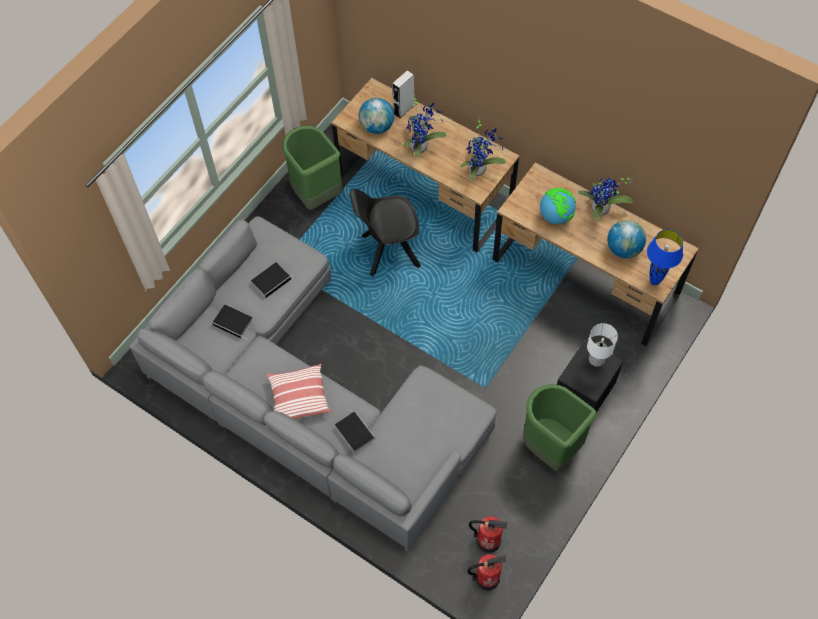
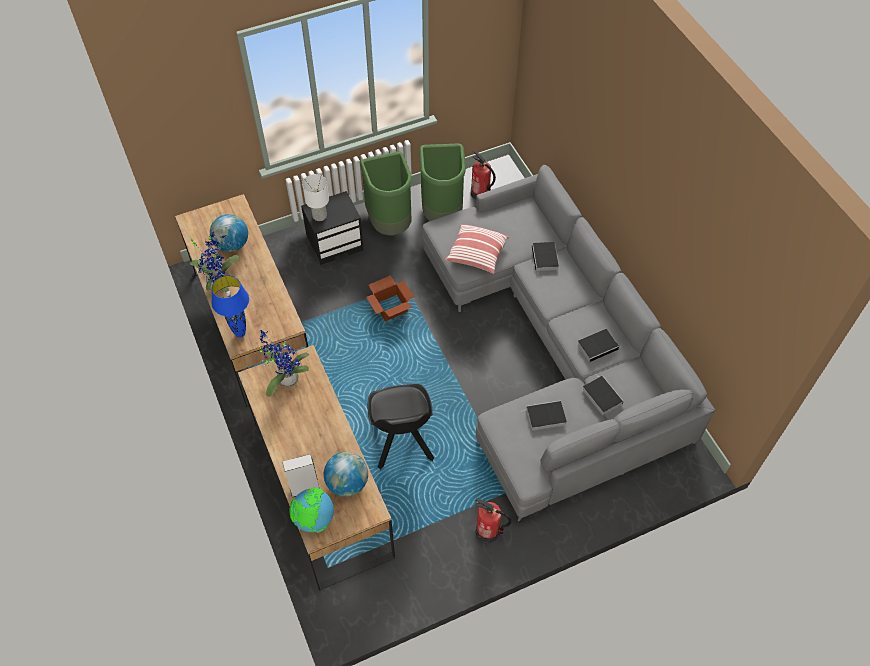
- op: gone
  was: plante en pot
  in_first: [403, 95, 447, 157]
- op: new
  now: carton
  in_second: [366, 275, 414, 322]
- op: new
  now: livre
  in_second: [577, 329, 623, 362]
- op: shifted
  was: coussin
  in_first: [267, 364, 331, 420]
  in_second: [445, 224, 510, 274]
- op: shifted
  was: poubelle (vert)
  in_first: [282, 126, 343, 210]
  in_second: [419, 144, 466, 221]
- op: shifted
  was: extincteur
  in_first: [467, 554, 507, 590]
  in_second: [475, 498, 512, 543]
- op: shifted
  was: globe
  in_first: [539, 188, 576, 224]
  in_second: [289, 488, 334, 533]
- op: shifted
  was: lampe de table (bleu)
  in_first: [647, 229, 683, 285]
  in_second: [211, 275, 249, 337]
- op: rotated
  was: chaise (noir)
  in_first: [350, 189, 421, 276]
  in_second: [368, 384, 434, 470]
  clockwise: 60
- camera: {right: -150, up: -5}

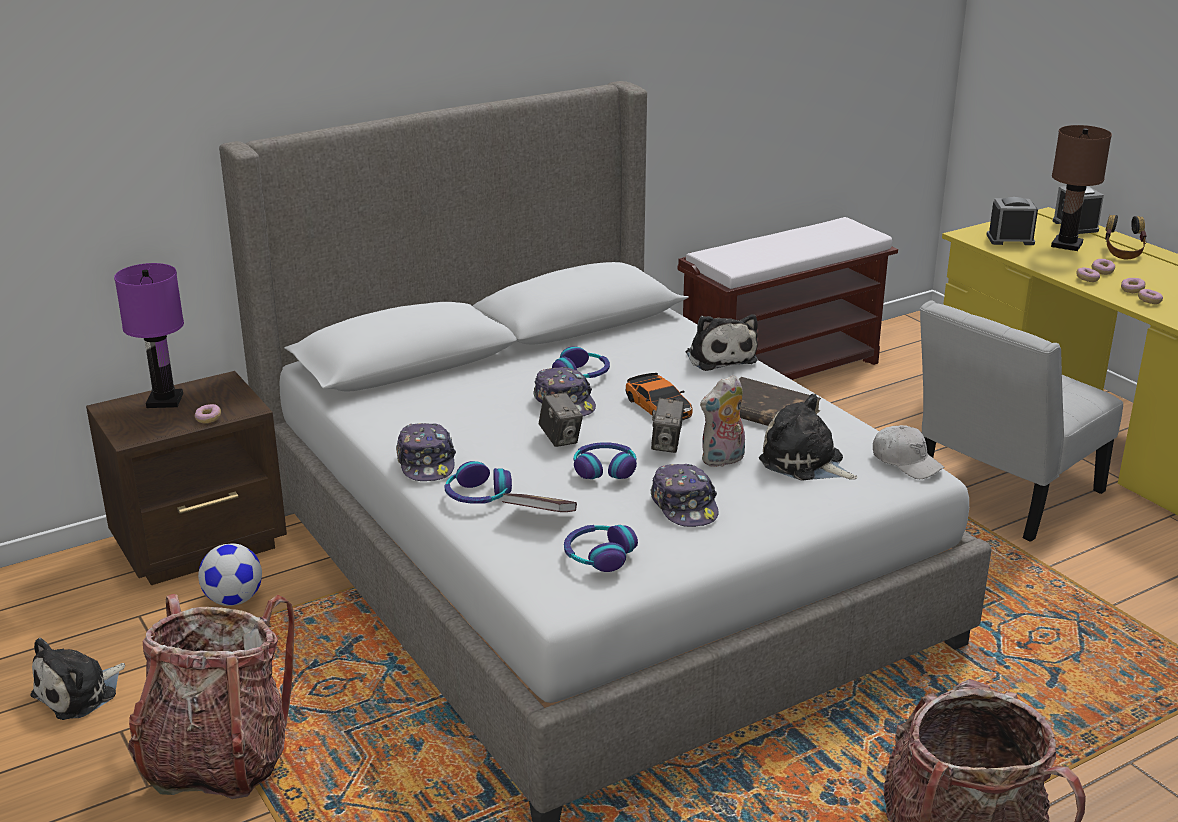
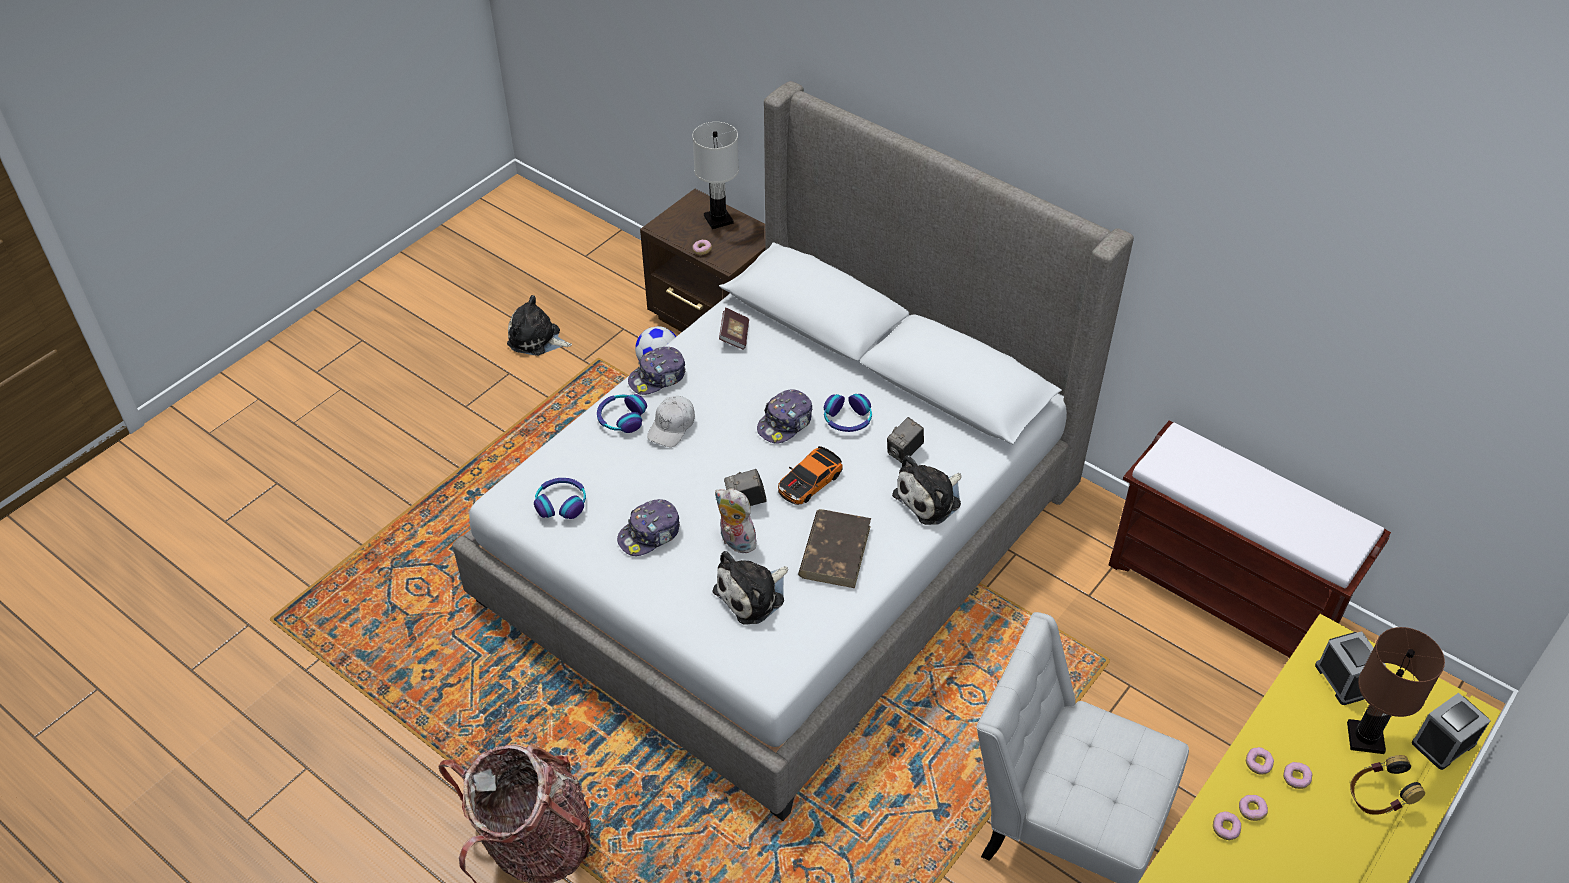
- op: gone
  was: sac à dos
  in_first: [128, 594, 294, 799]
- op: gone
  was: casque audio
  in_first: [573, 442, 637, 479]
- op: shifted
  was: livre
  in_first: [502, 493, 577, 512]
  in_second: [719, 307, 749, 350]
- op: shifted
  was: appareil photo
  in_first: [539, 393, 583, 447]
  in_second: [887, 417, 924, 463]
- op: shifted
  was: casquette (blanc)
  in_first: [873, 425, 944, 479]
  in_second: [647, 396, 695, 447]
- op: repainted
  was: lampe de table (violet)
  now: lampe de table (blanc)
  in_first: [114, 263, 184, 408]
  in_second: [692, 122, 739, 229]
- op: rotated
  was: peluche
  in_first: [759, 394, 858, 481]
  in_second: [713, 551, 788, 624]
  clockwise: -150
- camera: {right: 70, up: 20}

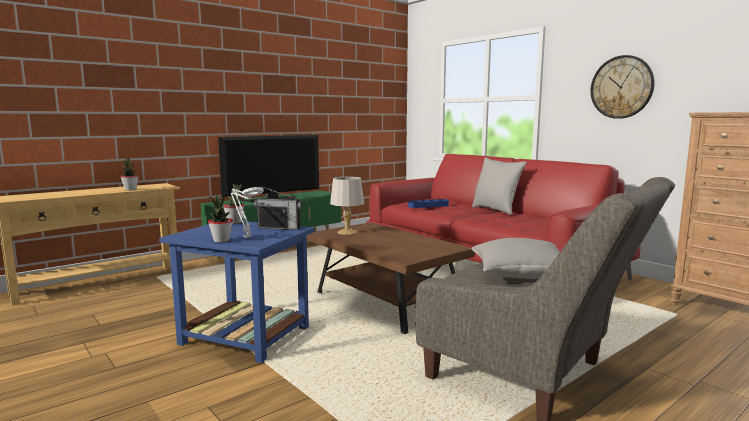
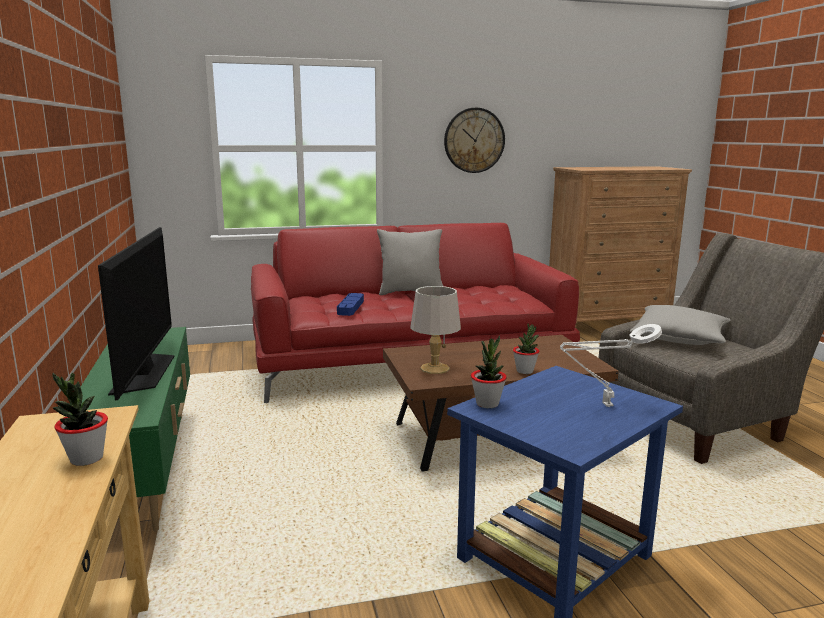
- op: gone
  was: radio
  in_first: [254, 187, 302, 230]
- op: shifted
  was: plante en pot
  in_first: [208, 195, 233, 243]
  in_second: [513, 323, 539, 374]
- camera: {right: -65, up: 5}

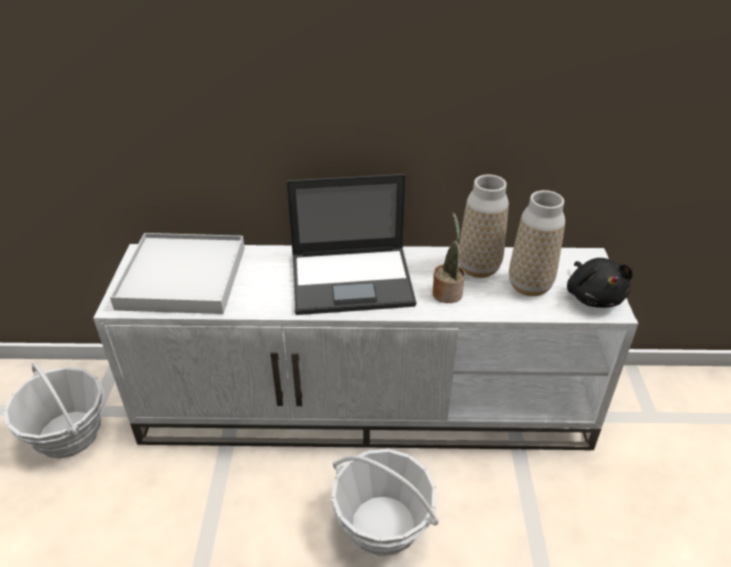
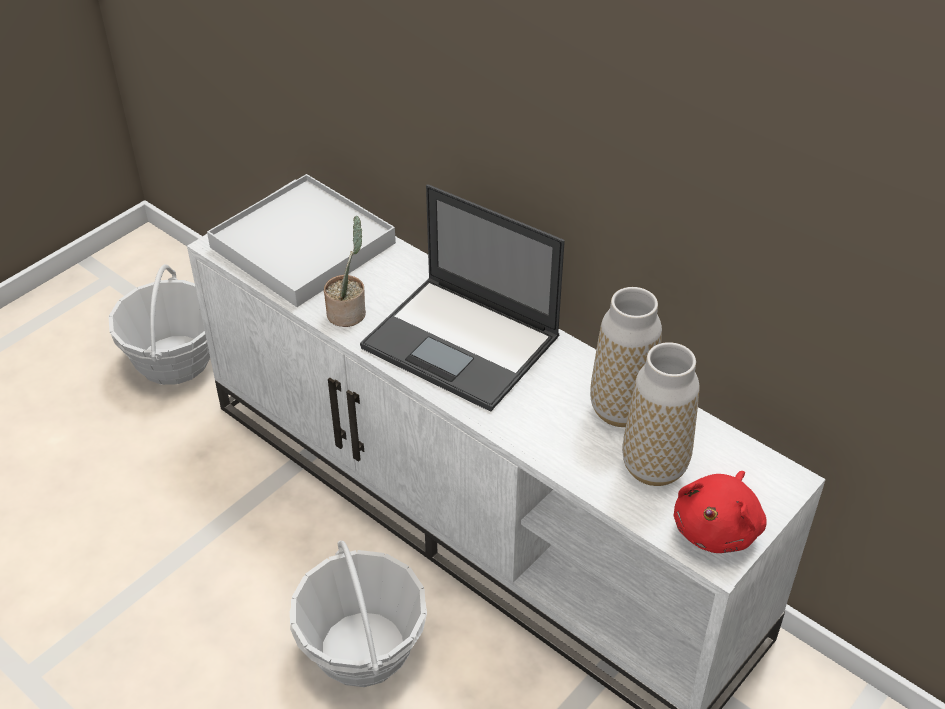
- op: shifted
  was: plante en pot
  in_first: [432, 212, 465, 303]
  in_second: [324, 216, 366, 327]
- op: repainted
  was: peluche (noir)
  now: peluche (rouge)
  in_first: [567, 258, 633, 308]
  in_second: [673, 471, 767, 553]
- camera: {right: 40, up: 5}

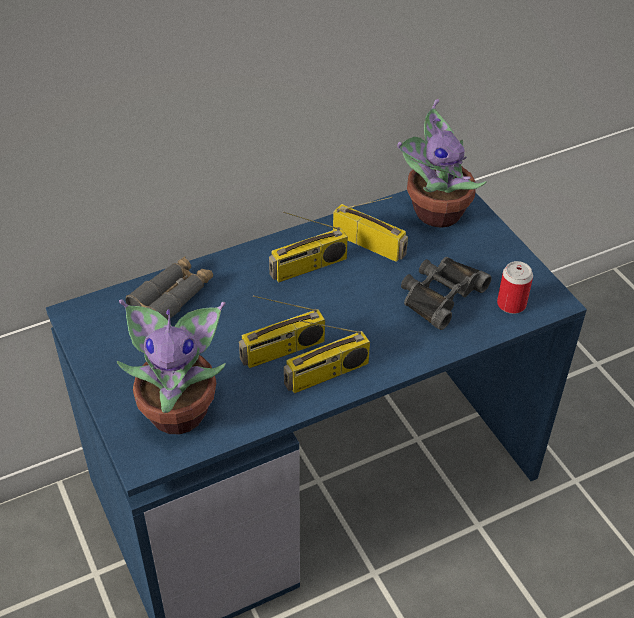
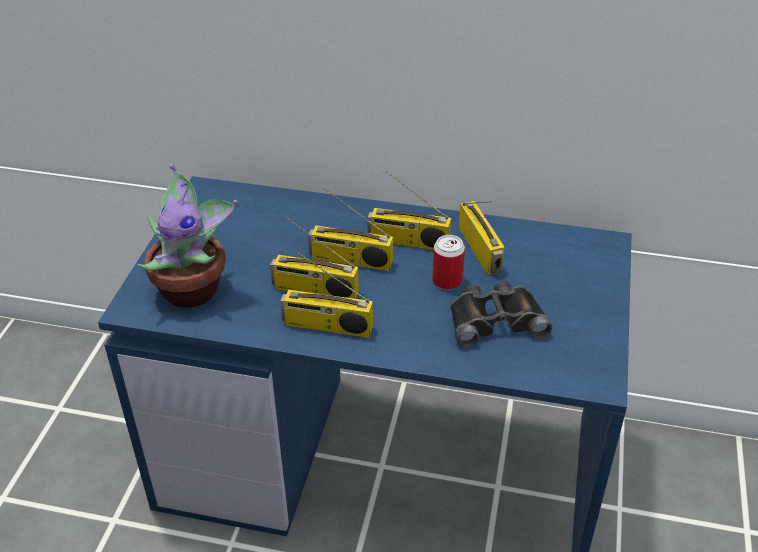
- op: gone
  was: jumelles (gris)
  in_first: [125, 256, 213, 320]
- op: gone
  was: plante en pot
  in_first: [397, 99, 487, 228]
- op: new
  now: radio
  in_second: [308, 188, 393, 271]
- op: shifted
  was: boîte métallique
  in_first: [497, 261, 533, 314]
  in_second: [432, 235, 465, 290]
- camera: {right: 40, up: -5}

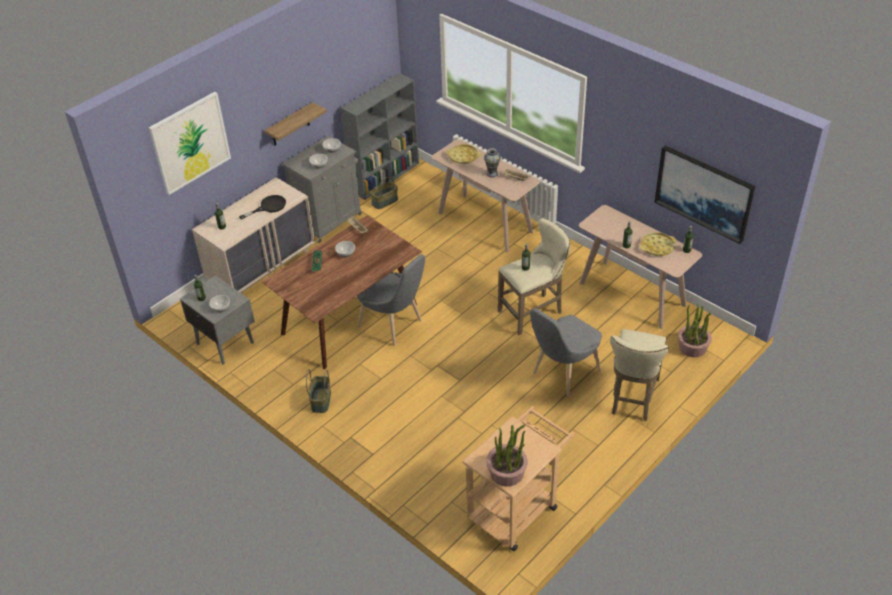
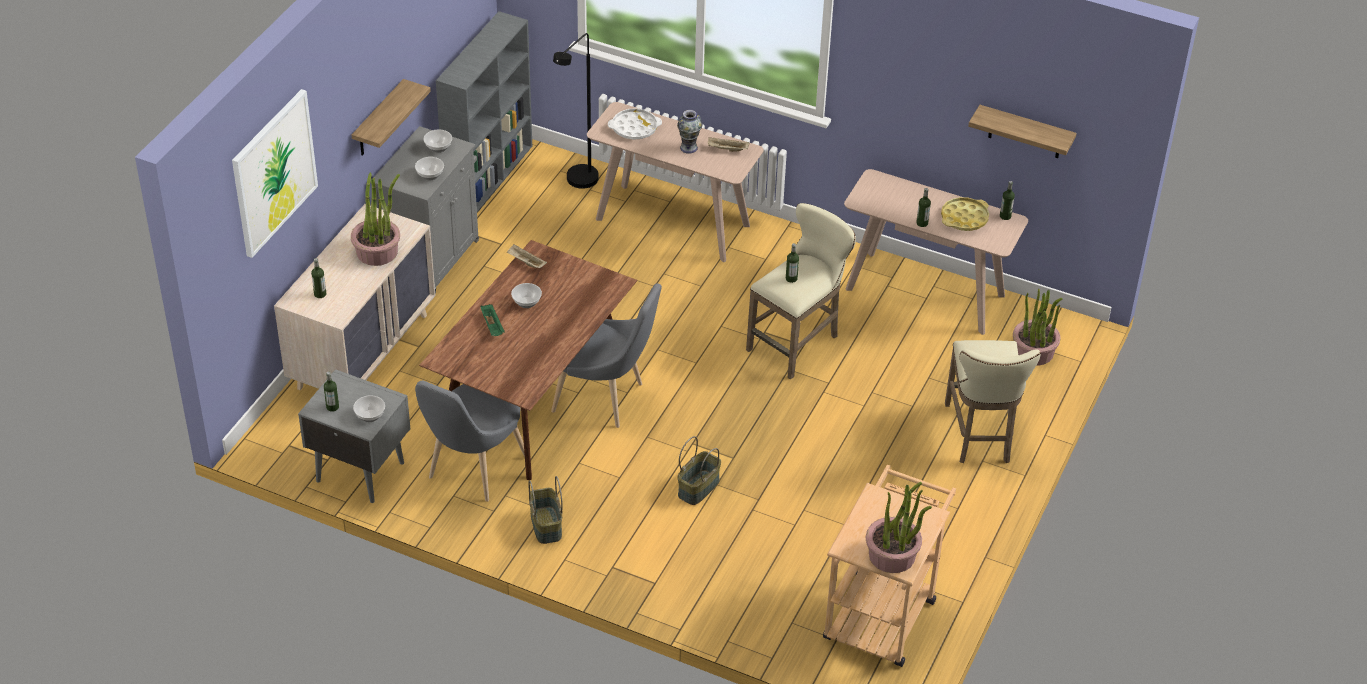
- op: new
  now: lampadaire (noir)
  in_second: [553, 33, 599, 189]
- op: shifted
  was: panier
  in_first: [370, 170, 398, 209]
  in_second: [677, 436, 721, 505]
- op: shifted
  was: chaise (gris)
  in_first: [530, 308, 602, 397]
  in_second: [415, 381, 525, 502]
- op: swapped
  was: poêle (noir)
  now: plante en pot
  in_first: [239, 195, 286, 220]
  in_second: [351, 172, 400, 266]
- op: swapped
  was: tableau
  now: étagère
  in_first: [655, 145, 755, 244]
  in_second: [968, 105, 1077, 158]
- op: repainted
  was: plateau (jaune)
  now: plateau (blanc)
  in_first: [446, 144, 481, 164]
  in_second: [608, 108, 662, 140]
- camera: {right: -20, up: 0}

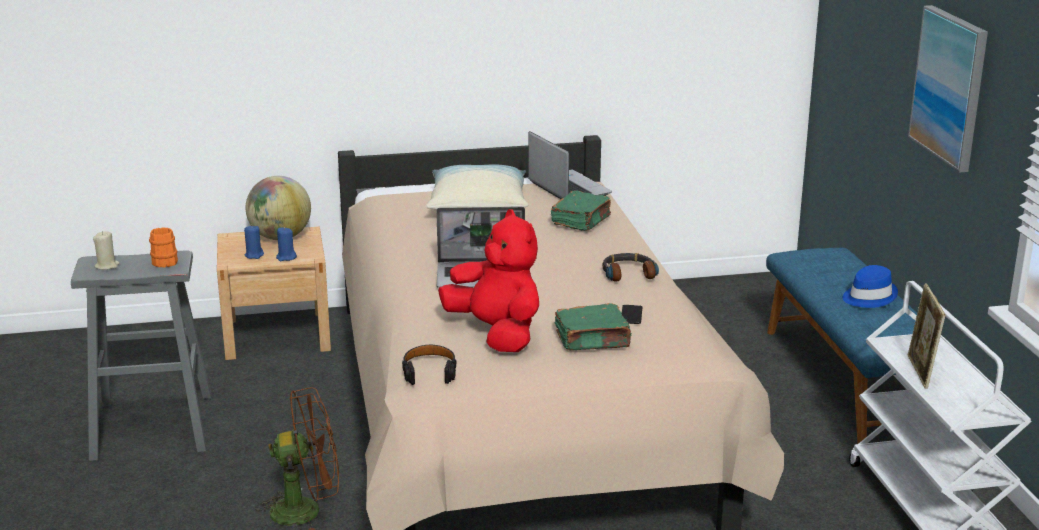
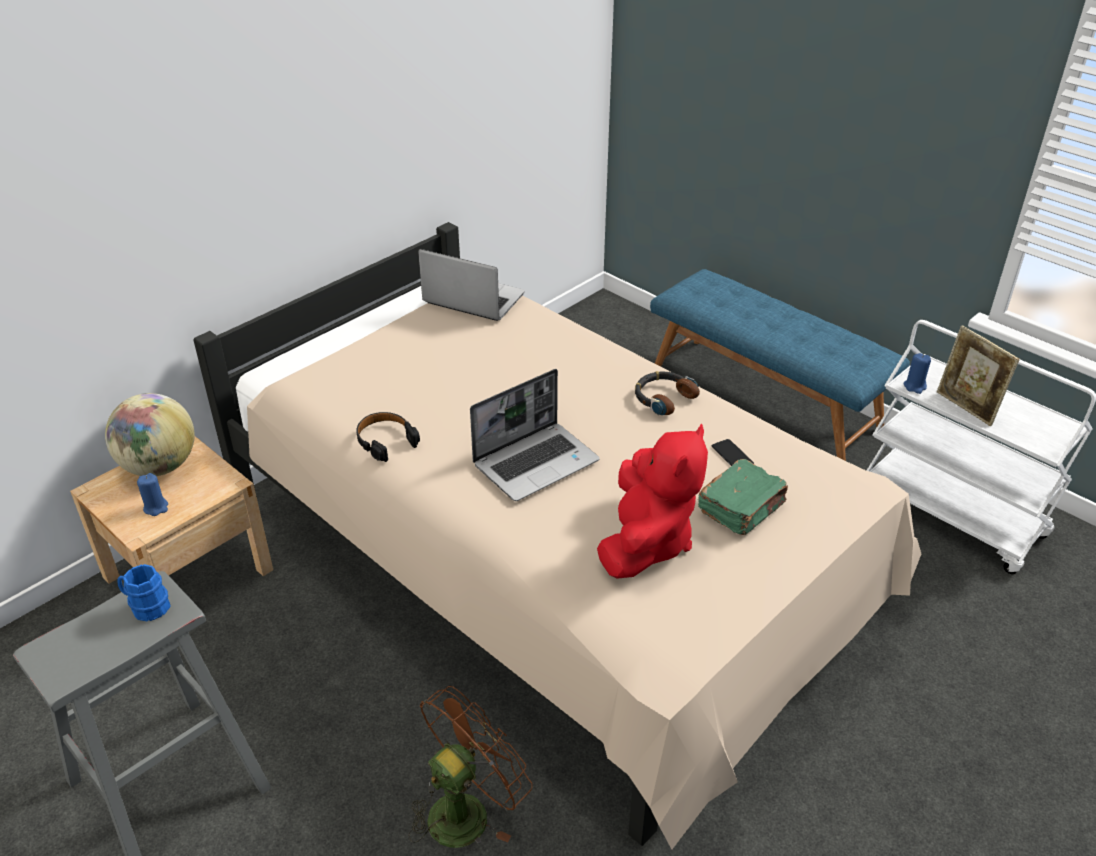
- op: gone
  was: bougie (beige)
  in_first: [93, 231, 120, 270]
- op: gone
  was: coussin
  in_first: [426, 164, 528, 210]
- op: gone
  was: livre (vert)
  in_first: [551, 190, 611, 231]
- op: gone
  was: chapeau (bleu)
  in_first: [843, 265, 898, 308]
- op: gone
  was: tableau
  in_first: [908, 5, 988, 173]
- op: shifted
  was: bougie (bleu)
  in_first: [276, 227, 297, 261]
  in_second: [904, 353, 931, 394]
- op: shifted
  was: casque audio (noir)
  in_first: [402, 345, 456, 385]
  in_second: [356, 412, 420, 462]
- op: repainted
  was: mug (orange)
  now: mug (bleu)
  in_first: [149, 228, 178, 267]
  in_second: [117, 564, 170, 622]
- op: rotated
  was: peluche (rouge)
  in_first: [438, 209, 539, 352]
  in_second: [597, 424, 708, 579]
  clockwise: 90
- camera: {right: -35, up: 15}

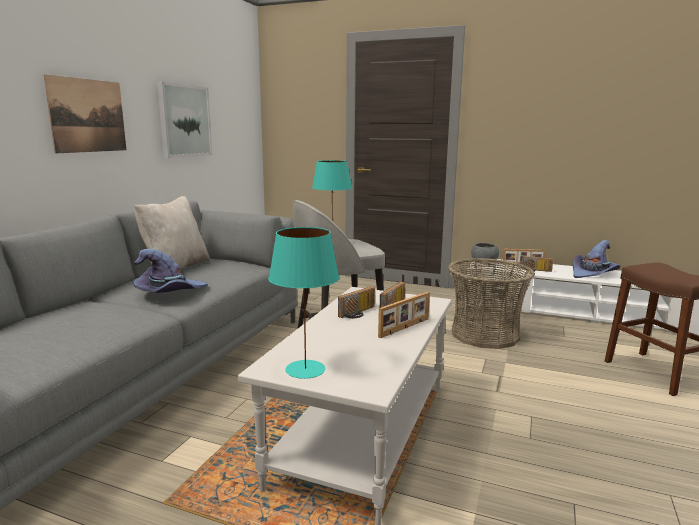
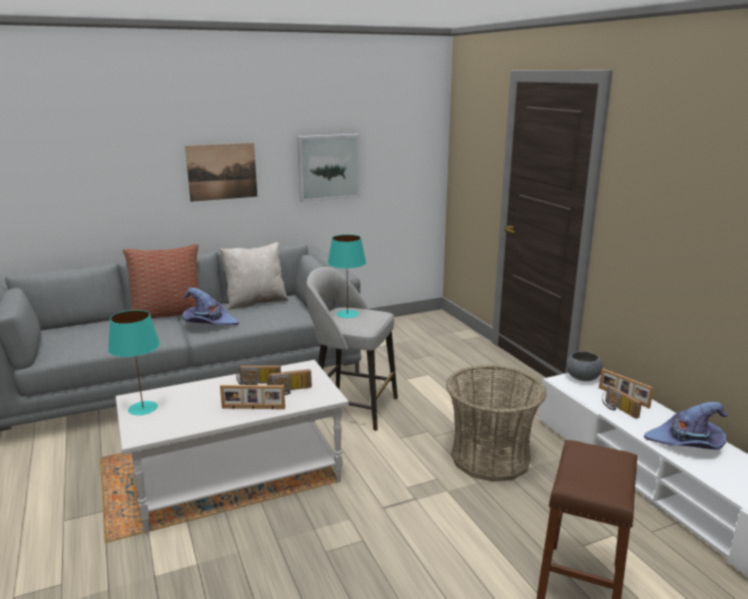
- op: new
  now: coussin
  in_second: [123, 244, 199, 318]
- camera: {right: 45, up: 5}

